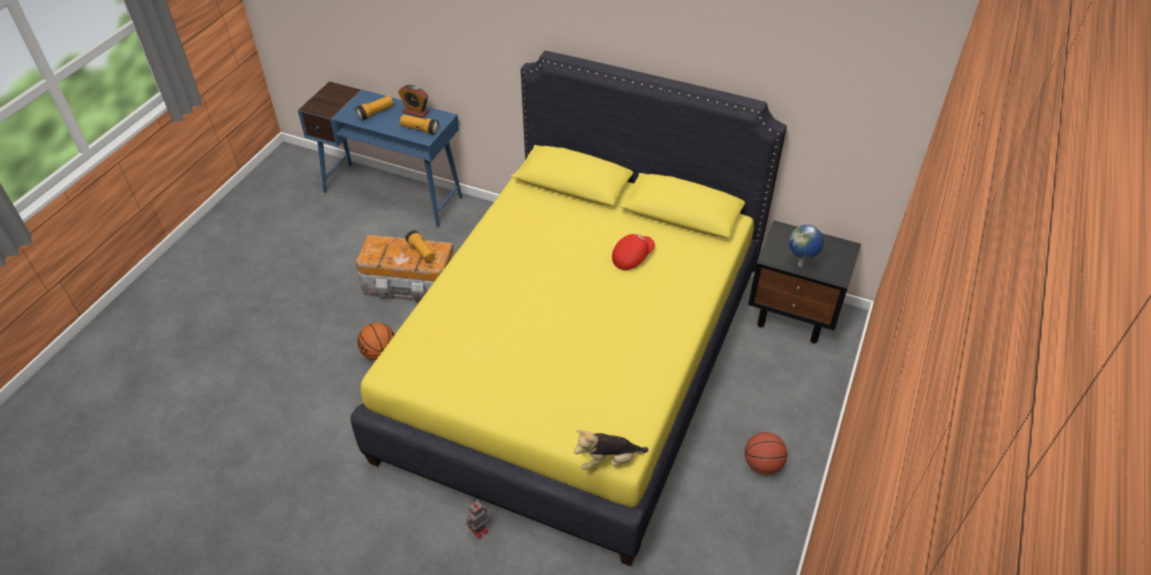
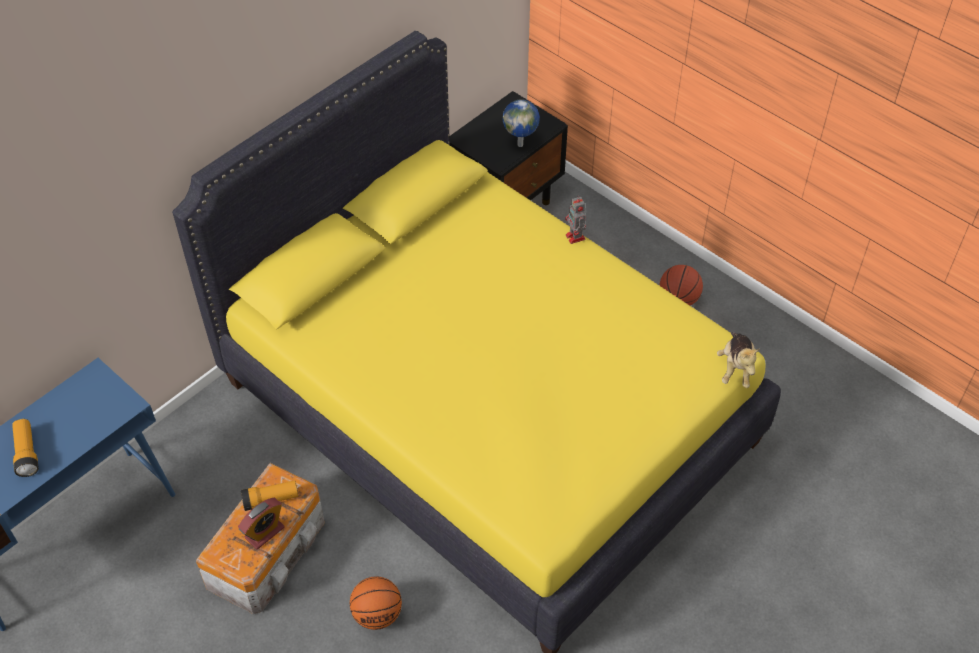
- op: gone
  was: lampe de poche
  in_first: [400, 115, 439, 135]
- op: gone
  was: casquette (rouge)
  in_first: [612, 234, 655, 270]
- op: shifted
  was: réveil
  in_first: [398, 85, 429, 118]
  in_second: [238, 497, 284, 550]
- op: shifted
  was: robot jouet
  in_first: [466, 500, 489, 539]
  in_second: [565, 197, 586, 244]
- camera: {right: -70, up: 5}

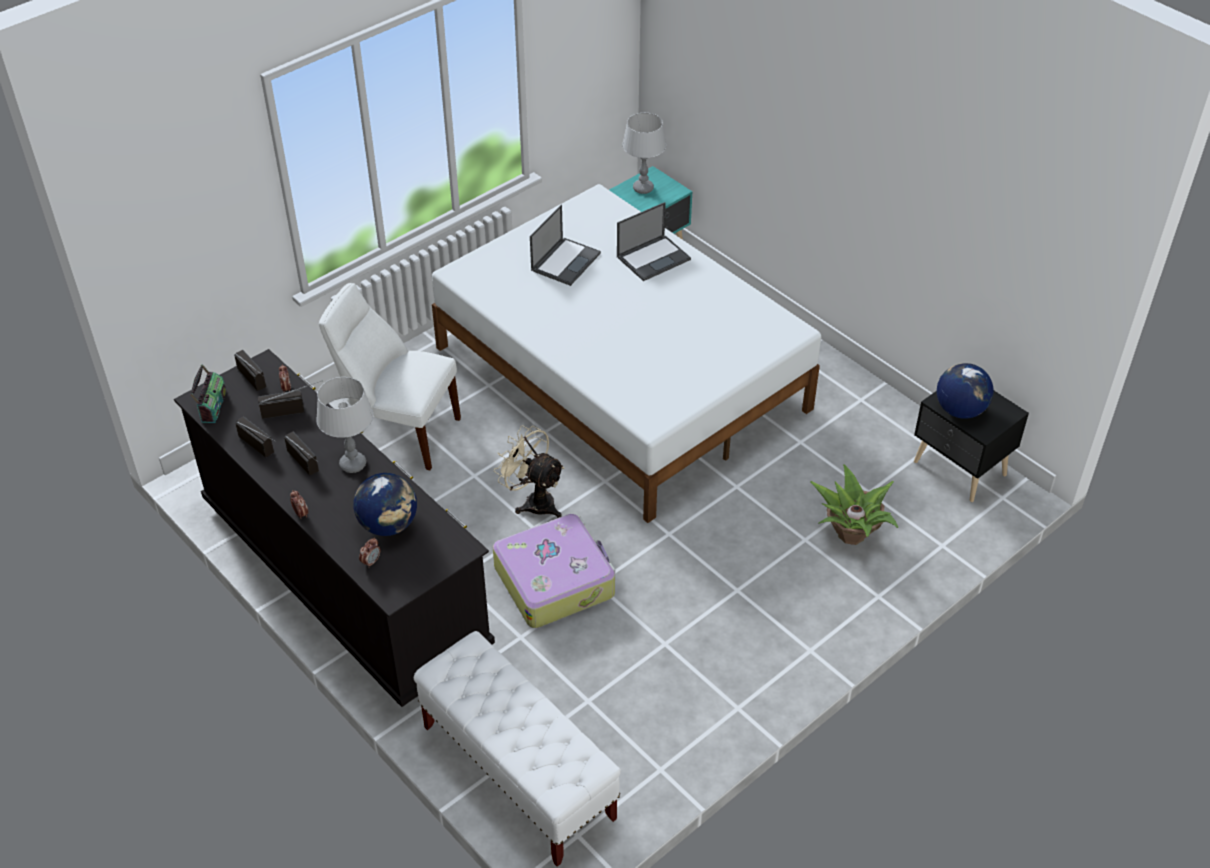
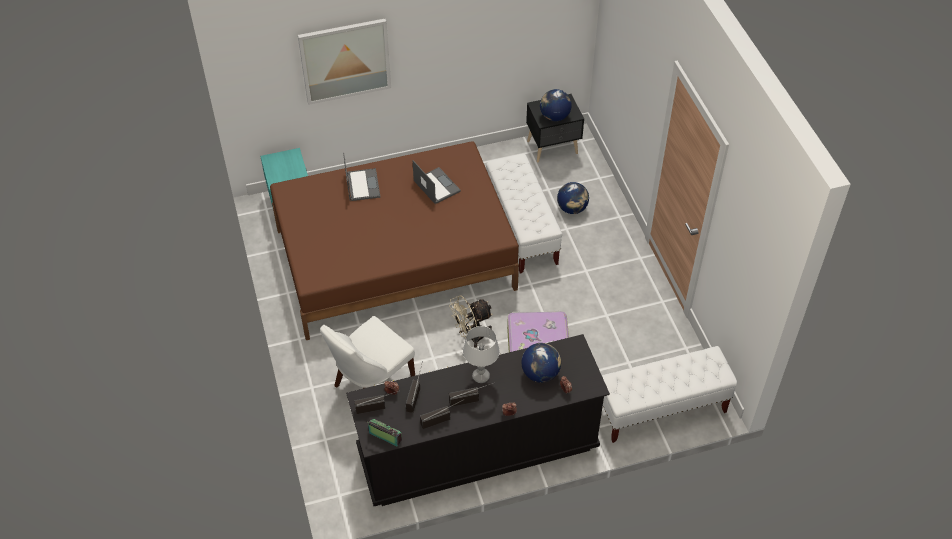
- op: gone
  was: lampe de table (gris)
  in_first: [622, 113, 666, 194]
- op: new
  now: tableau
  in_second: [298, 19, 391, 105]
- op: new
  now: banc (blanc)
  in_second: [486, 154, 563, 274]
- op: shifted
  was: ordinateur portable
  in_first: [530, 205, 601, 286]
  in_second: [413, 161, 461, 204]
- op: swapped
  was: plante en pot
  now: globe
  in_first: [810, 464, 898, 545]
  in_second: [557, 182, 589, 214]
- op: repainted
  was: lit (blanc)
  now: lit (marron)
  in_first: [432, 184, 821, 523]
  in_second: [270, 141, 519, 340]
- camera: {right: -65, up: 5}

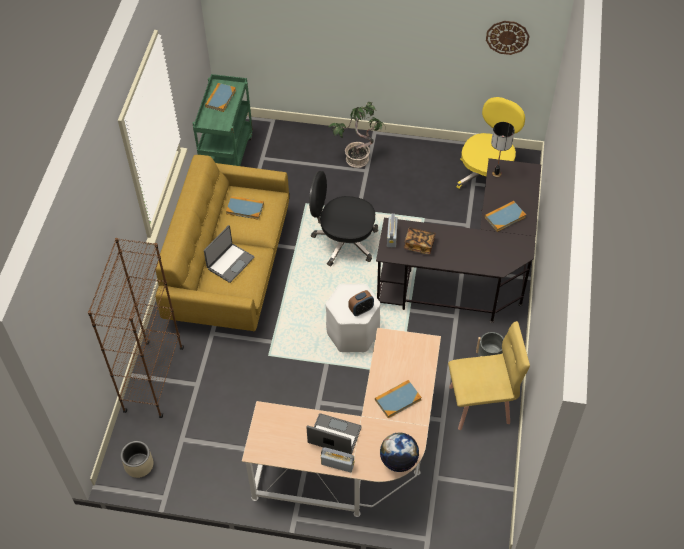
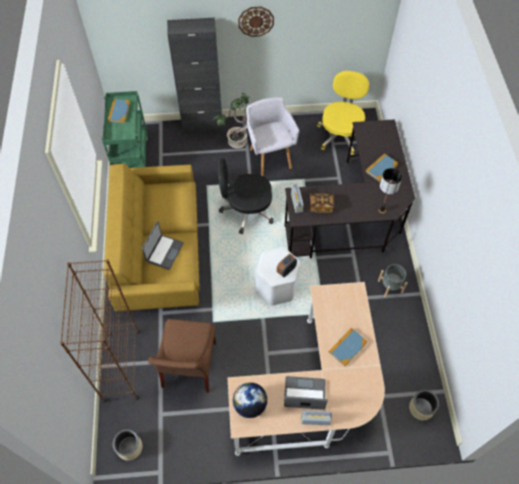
- op: gone
  was: livre
  in_first: [226, 196, 264, 220]
- op: gone
  was: chaise (jaune)
  in_first: [448, 321, 530, 430]
- op: new
  now: chaise (marron)
  in_second: [148, 319, 216, 393]
- op: new
  now: meuble de rangement (noir)
  in_second: [167, 18, 223, 135]
- op: new
  now: fauteuil (gris)
  in_second: [246, 97, 299, 176]
- op: new
  now: cache-pot (beige)
  in_second: [409, 390, 439, 420]
- op: shifted
  was: globe
  in_first: [380, 432, 419, 472]
  in_second: [233, 382, 267, 418]
- op: shifted
  was: horloge murale
  in_first: [486, 21, 529, 55]
  in_second: [238, 7, 274, 37]
- op: shifted
  was: lampe de table
  in_first: [491, 122, 515, 177]
  in_second: [378, 168, 402, 214]
- camera: {right: -15, up: 5}

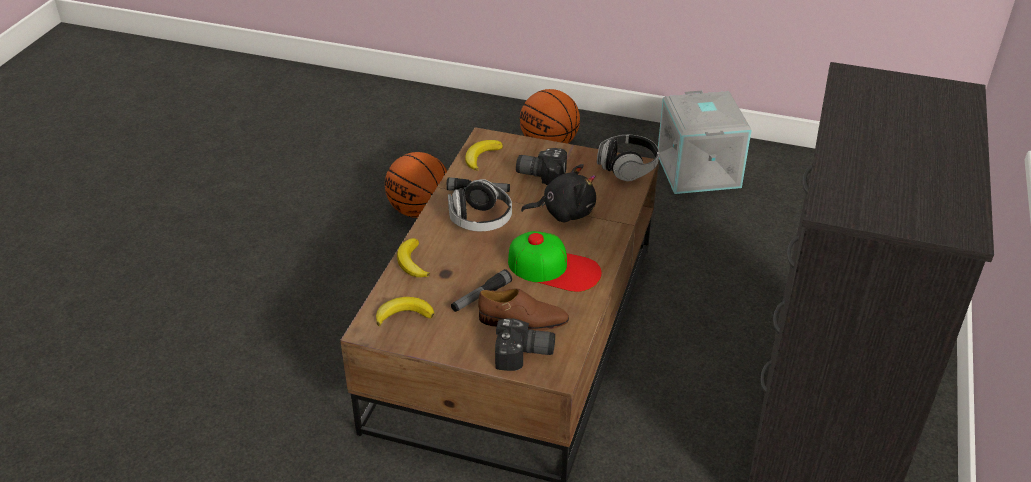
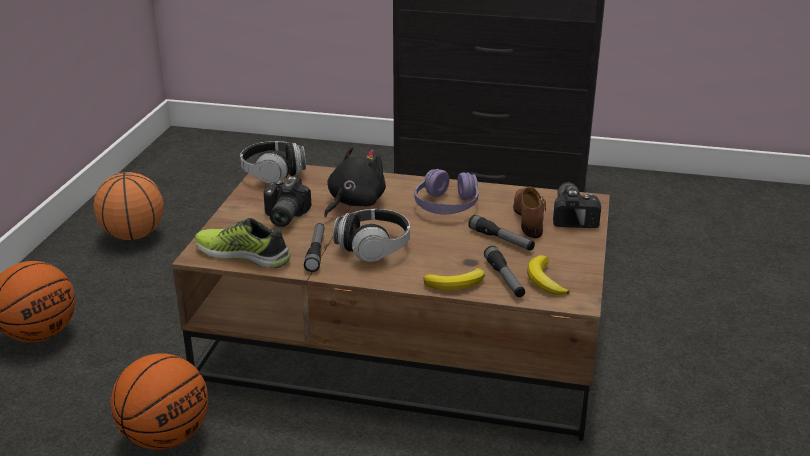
- op: new
  now: lampe de poche
  in_second: [484, 246, 525, 297]
- op: swapped
  was: banane
  now: chaussure
  in_first: [465, 140, 503, 171]
  in_second: [195, 218, 290, 268]
- op: swapped
  was: casquette
  now: casque audio (violet)
  in_first: [508, 231, 602, 292]
  in_second: [415, 169, 479, 214]
- op: swapped
  was: boîte de rangement (gris)
  now: ballon de basket
  in_first: [658, 91, 751, 194]
  in_second: [93, 172, 164, 240]
- op: rotated
  was: peluche (noir)
  in_first: [521, 164, 596, 222]
  in_second: [324, 147, 386, 217]
  clockwise: 45
- camera: {right: -95, up: -10}

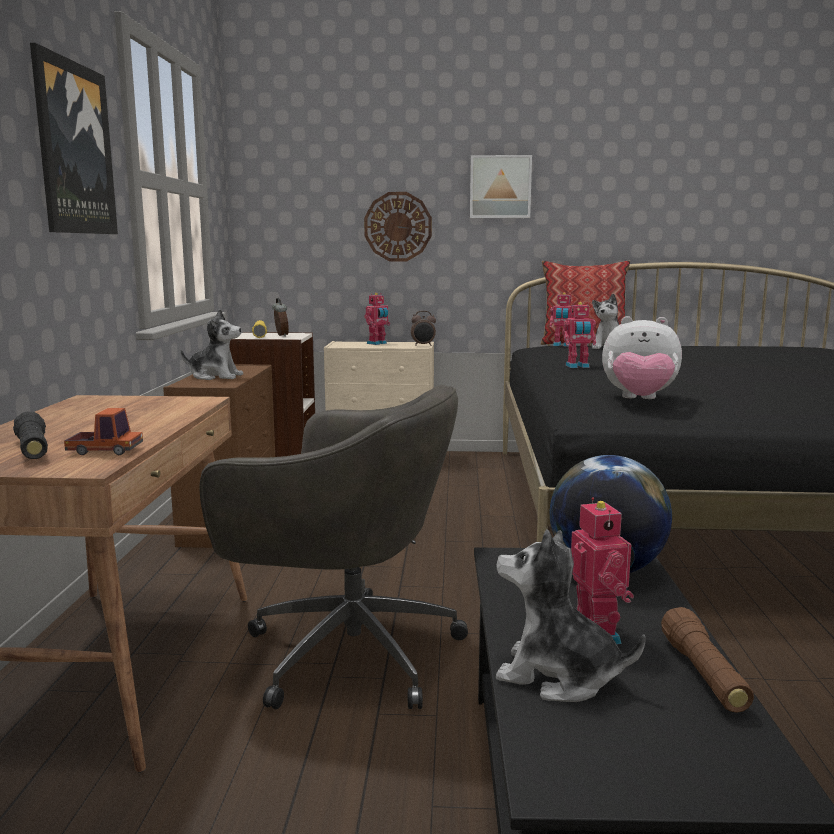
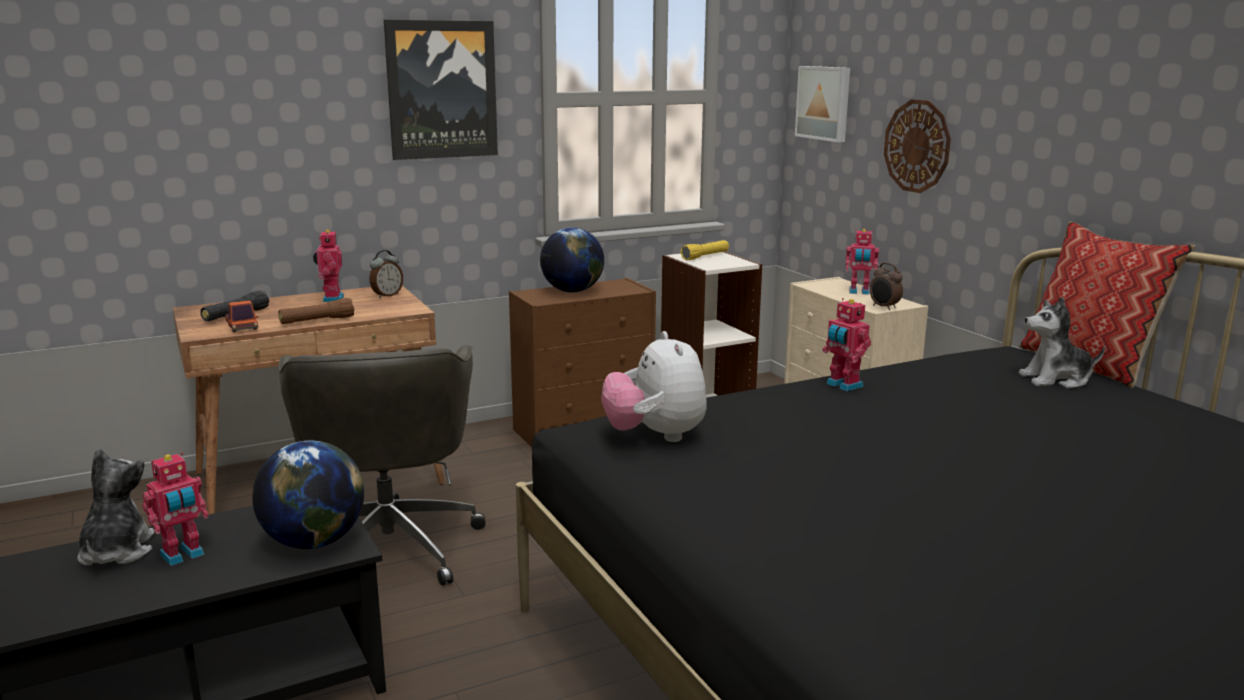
- op: shifted
  was: réveil
  in_first: [272, 298, 289, 337]
  in_second: [369, 250, 403, 298]
- op: shifted
  was: tableau
  in_first: [470, 155, 532, 218]
  in_second: [795, 66, 850, 142]
- op: shifted
  was: robot jouet
  in_first: [550, 292, 575, 347]
  in_second: [313, 229, 344, 302]
- op: shifted
  was: lampe de poche (marron)
  in_first: [661, 607, 754, 713]
  in_second: [278, 298, 354, 324]
- op: swapped
  was: peluche
  now: globe
  in_first: [181, 309, 243, 380]
  in_second: [540, 227, 604, 292]
- camera: {right: 60, up: 5}

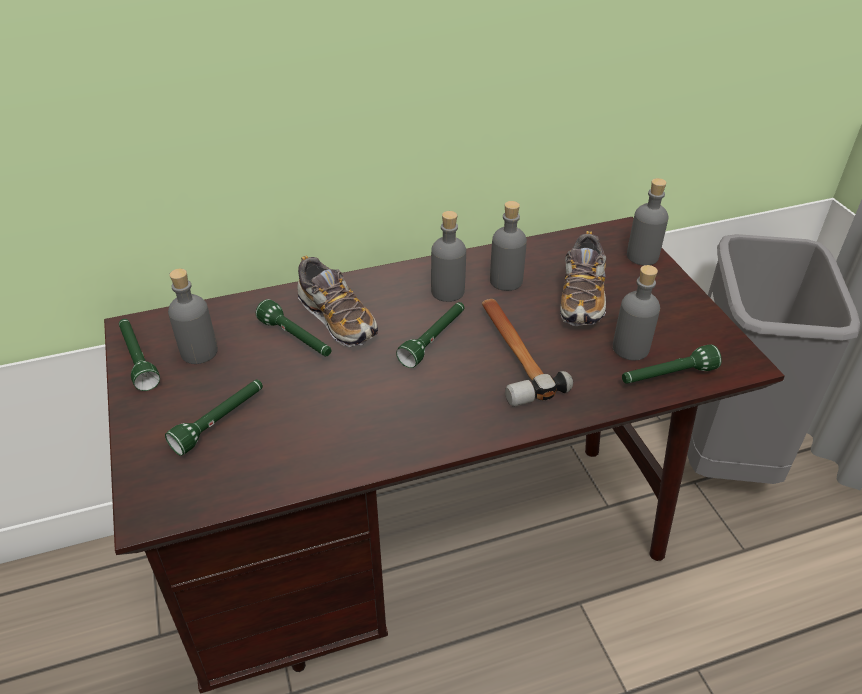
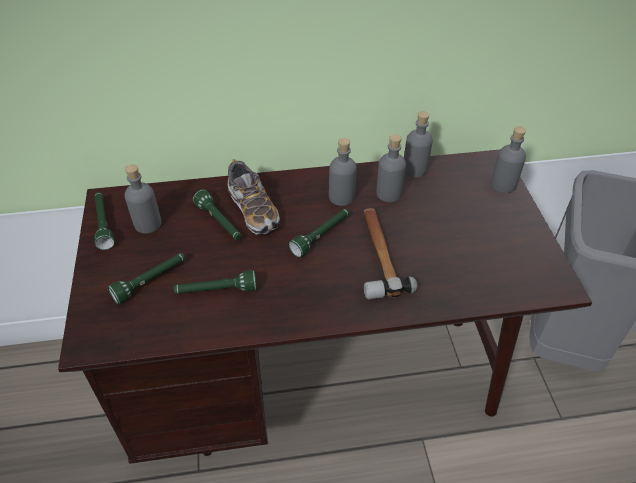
- op: gone
  was: chaussure
  in_first: [560, 231, 606, 326]
- op: shifted
  was: bouteille (gris)
  in_first: [613, 265, 660, 360]
  in_second: [404, 111, 433, 177]
- op: shifted
  was: lampe de poche (vert)
  in_first: [622, 344, 722, 384]
  in_second: [174, 270, 257, 294]
- camera: {right: 10, up: 5}

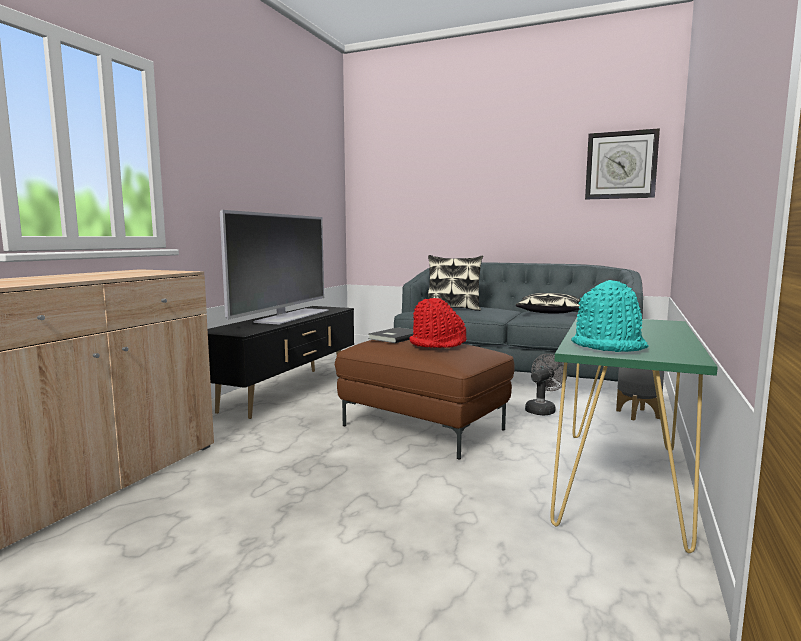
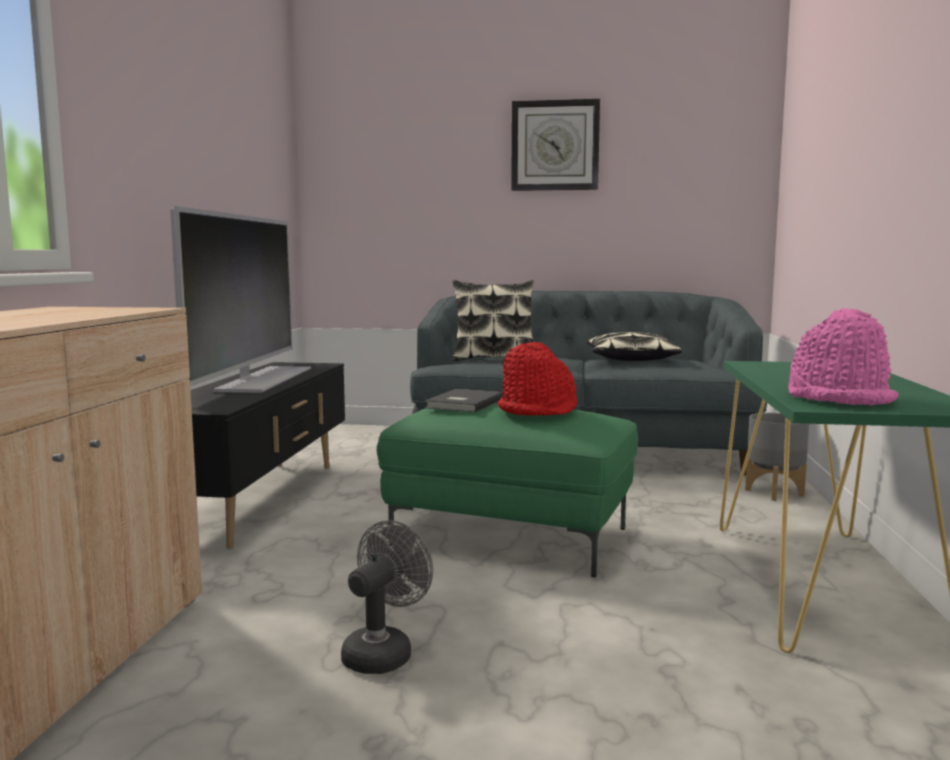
- op: shifted
  was: ventilateur (gris)
  in_first: [525, 354, 567, 415]
  in_second: [341, 520, 433, 674]
- op: shifted
  was: horloge murale
  in_first: [585, 128, 660, 199]
  in_second: [511, 99, 600, 191]
- op: repainted
  was: pouf (marron)
  now: pouf (vert)
  in_first: [335, 340, 515, 460]
  in_second: [377, 403, 638, 577]
- op: repainted
  was: chapeau (turquoise)
  now: chapeau (rose)
  in_first: [571, 280, 648, 352]
  in_second: [788, 308, 899, 406]
- camera: {right: -15, up: 0}

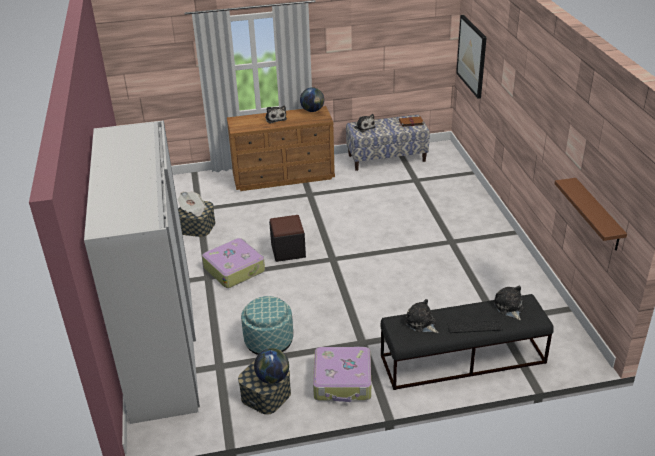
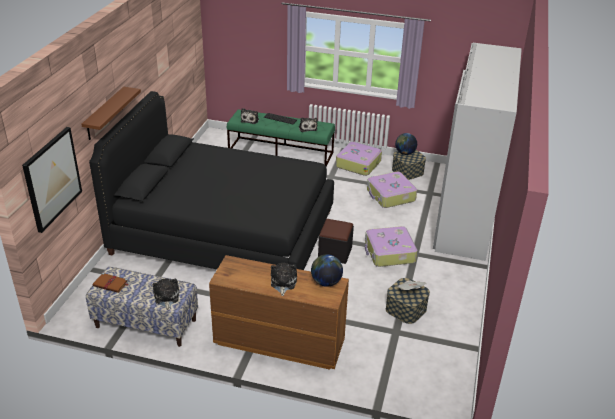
- op: new
  now: lit (noir)
  in_second: [89, 91, 334, 270]
- op: shifted
  was: globe
  in_first: [300, 87, 324, 112]
  in_second: [311, 254, 343, 287]
- op: shifted
  was: étagère (marron)
  in_first: [554, 178, 627, 251]
  in_second: [82, 87, 141, 140]
- op: swapped
  was: pouf
  now: valise
  in_first: [241, 296, 293, 355]
  in_second: [367, 171, 417, 208]
- op: repainted
  was: banc (noir)
  now: banc (vert)
  in_first: [380, 294, 554, 390]
  in_second: [227, 109, 335, 167]
- camera: {right: -155, up: 0}

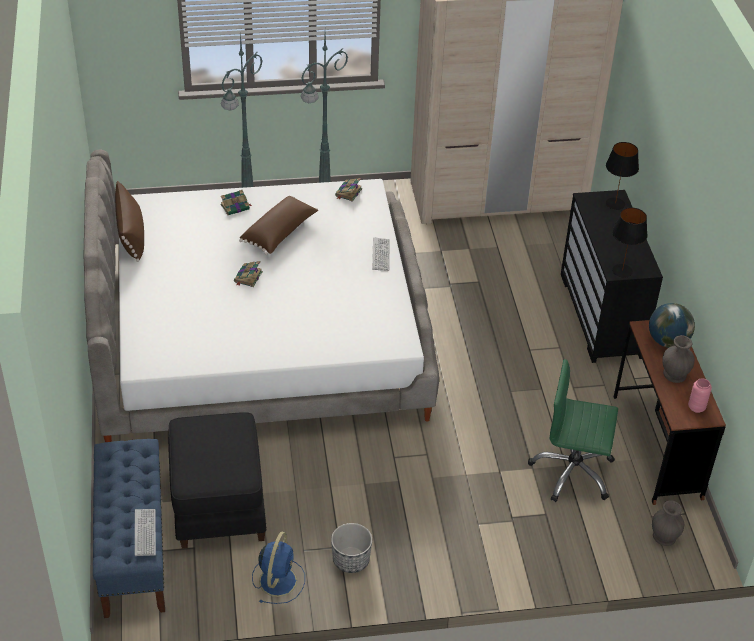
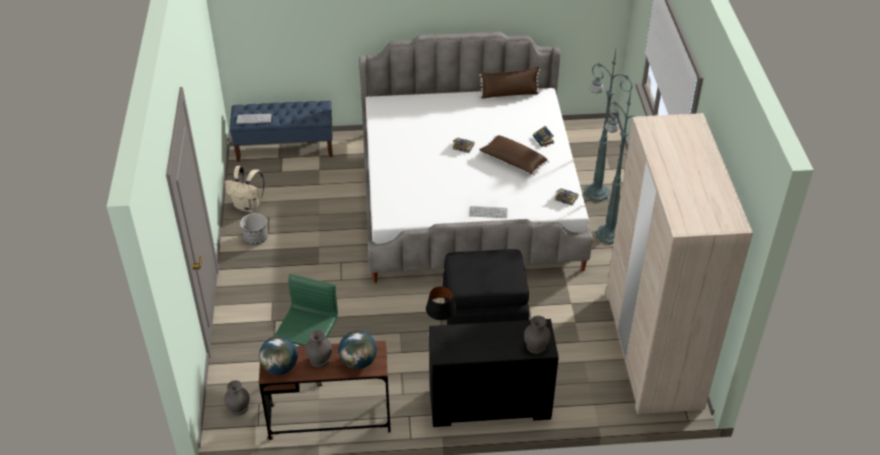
- op: shifted
  was: pouf (noir)
  in_first: [168, 412, 267, 549]
  in_second: [443, 249, 529, 325]
- op: swapped
  was: ventilateur (bleu)
  now: sac à dos (beige)
  in_first: [252, 532, 305, 604]
  in_second: [225, 166, 265, 212]
- op: swapped
  was: lampe de table (noir)
  now: vase (gris)
  in_first: [606, 142, 639, 210]
  in_second: [524, 316, 551, 354]
- op: swapped
  was: vase (rose)
  now: globe
  in_first: [688, 378, 712, 413]
  in_second: [259, 336, 298, 375]
- camera: {right: 95, up: 0}

